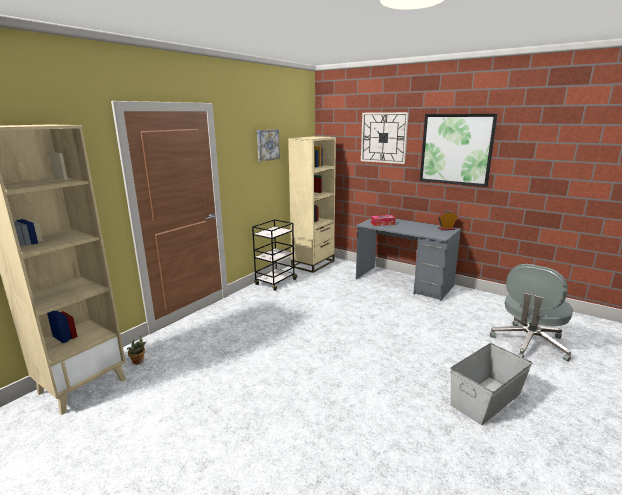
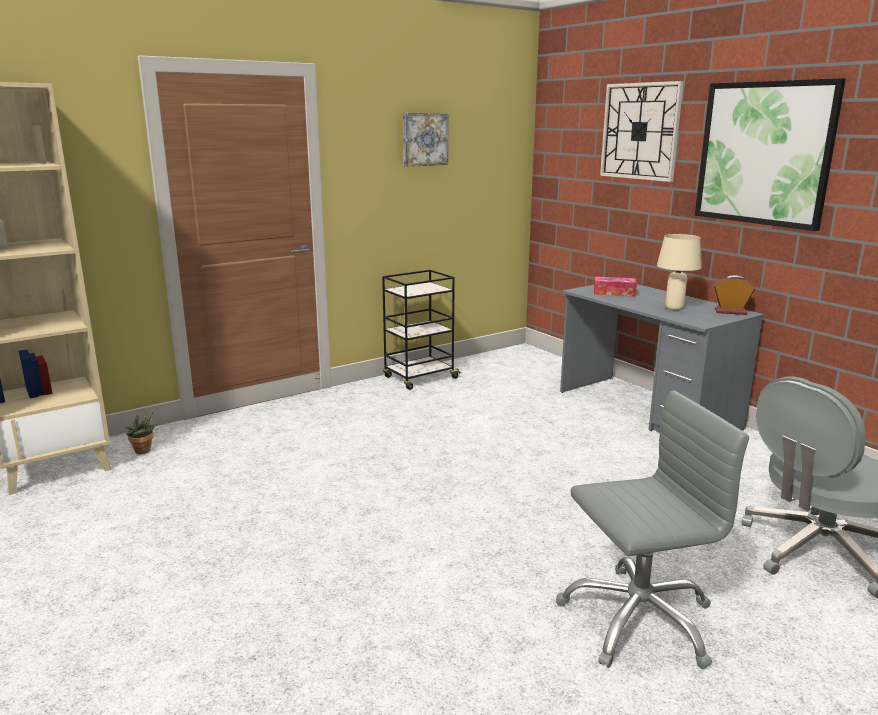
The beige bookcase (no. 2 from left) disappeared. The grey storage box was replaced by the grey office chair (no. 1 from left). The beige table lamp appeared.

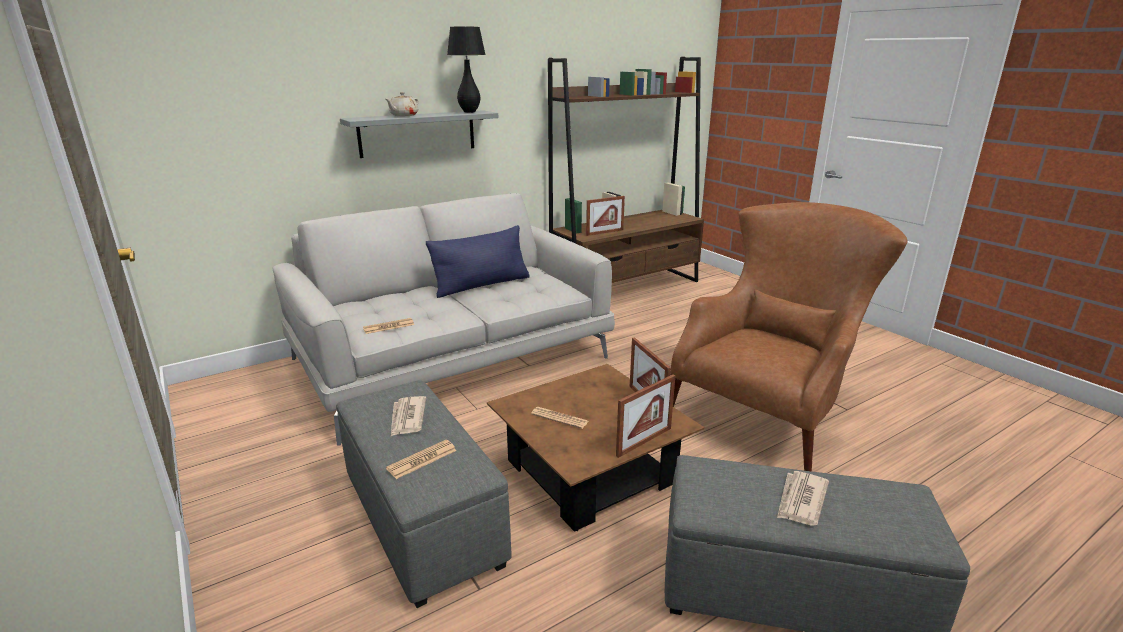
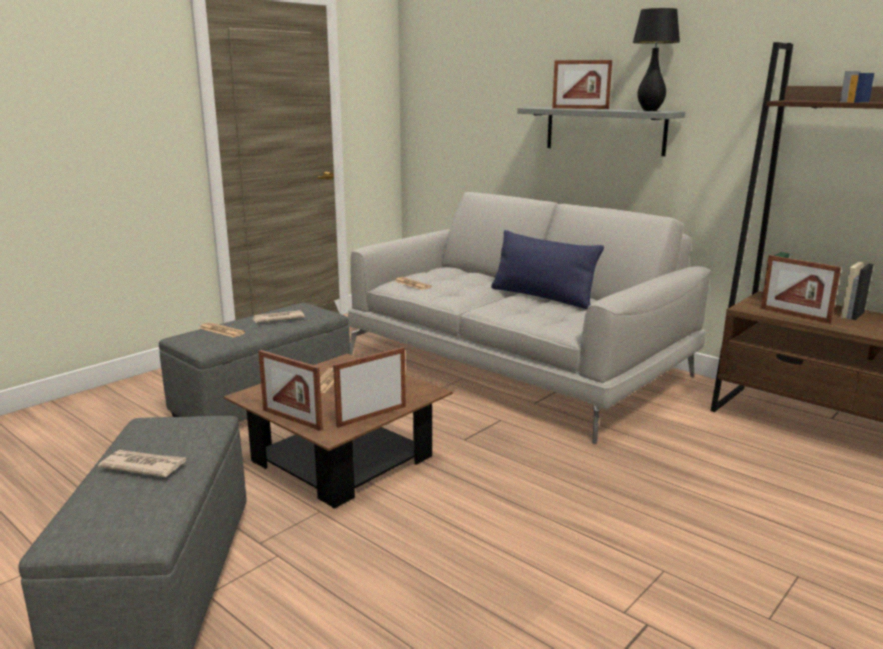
The beige teapot was replaced by the picture frame (no. 3 from left). The brown armchair disappeared.

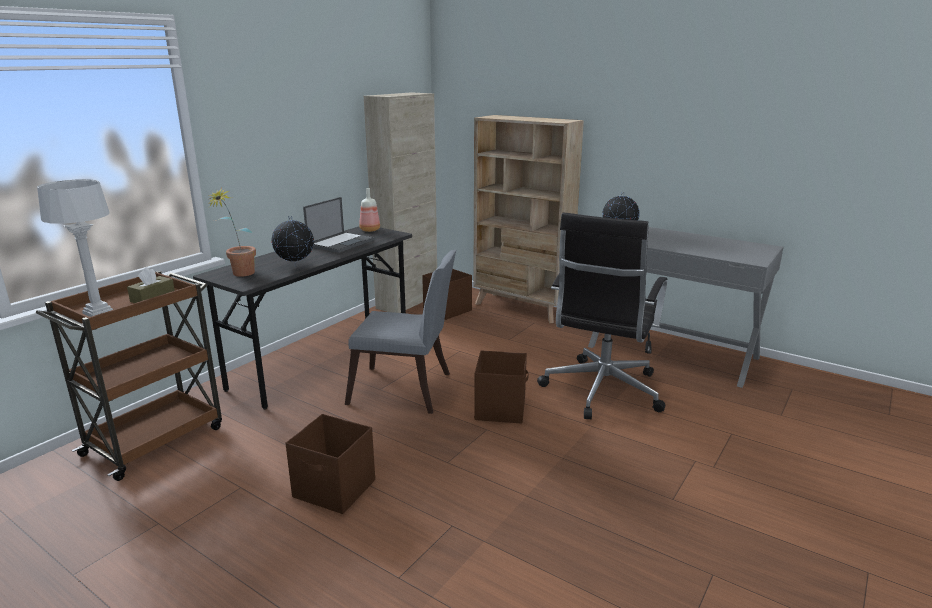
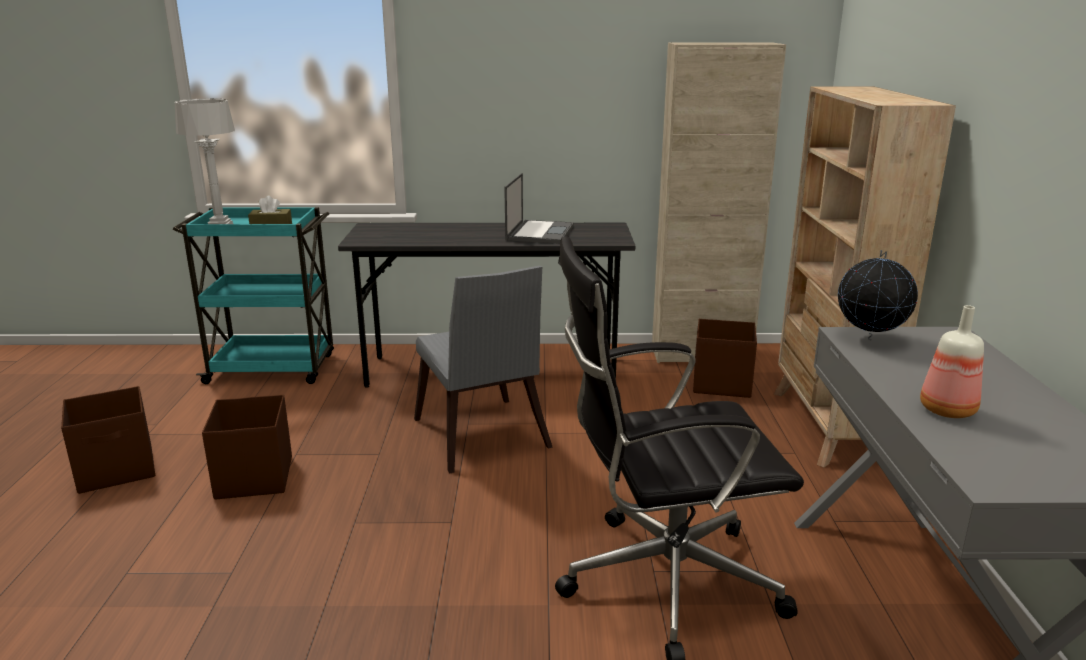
The potted plant disappeared. The bottle moved. The laptop turned 75 degrees counterclockwise. The globe (no. 1 from left) disappeared. The brown cart became the turquoise cart. The brown storage box (no. 3 from left in the first image) moved.

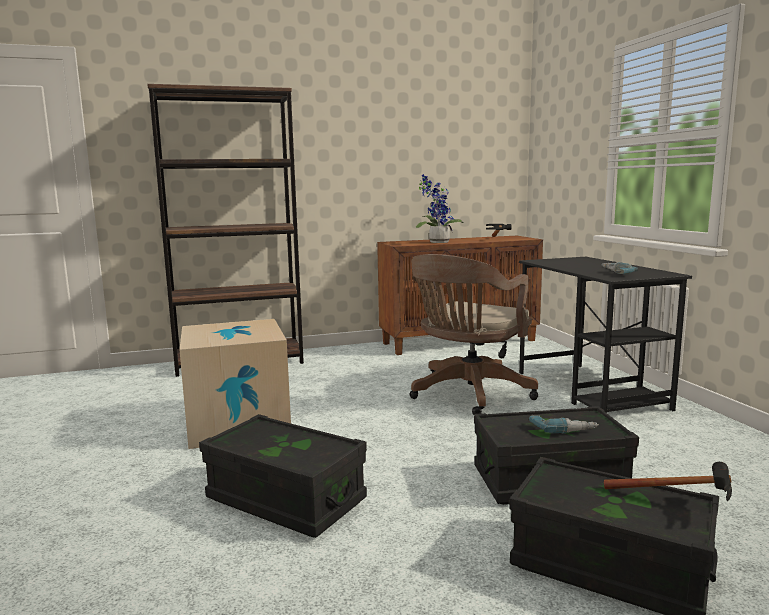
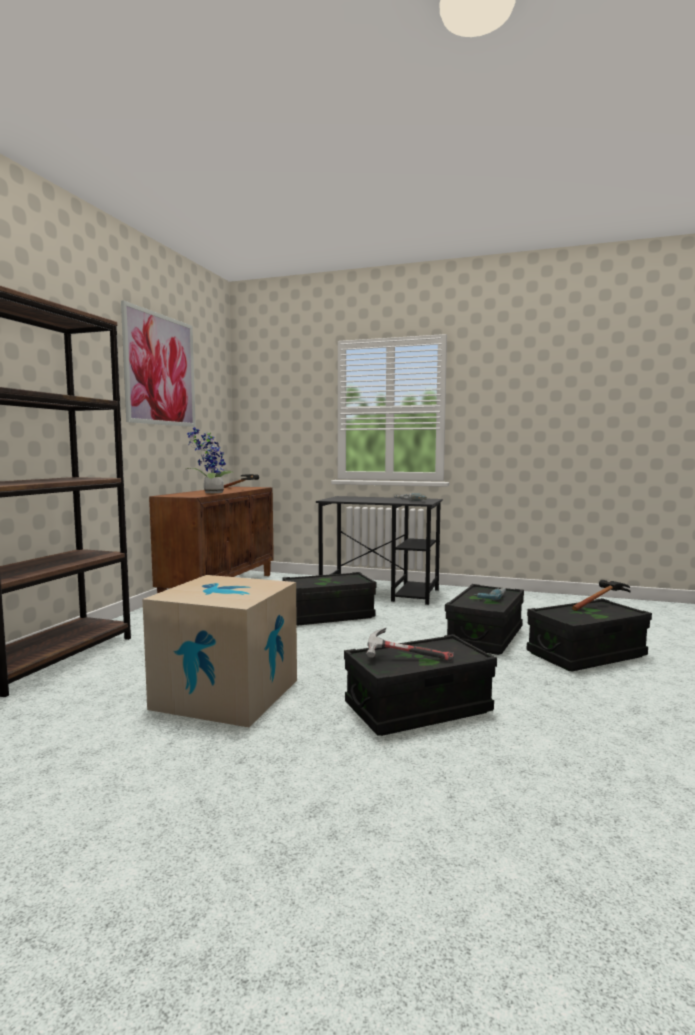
The brown office chair was replaced by the black storage box (no. 1 from left). The picture appeared. The hammer (no. 2 from left) appeared.

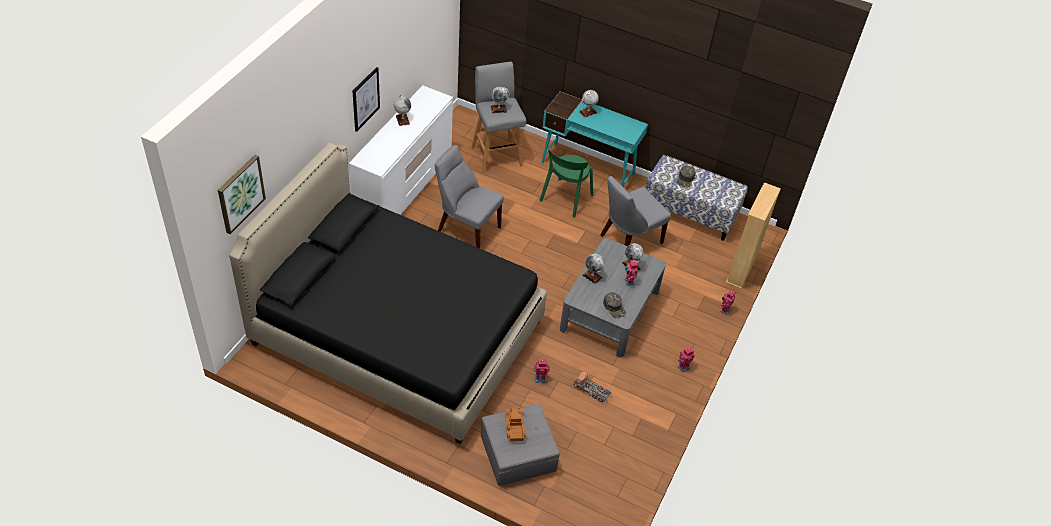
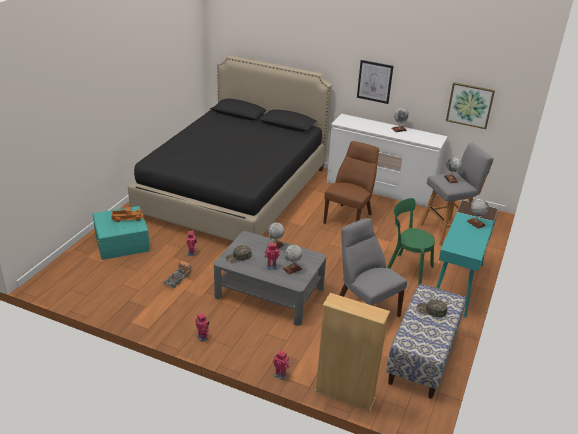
The grey chair (no. 1 from left) became the brown chair. The picture (no. 1 from left in the first image) moved. The grey storage box became the turquoise storage box.

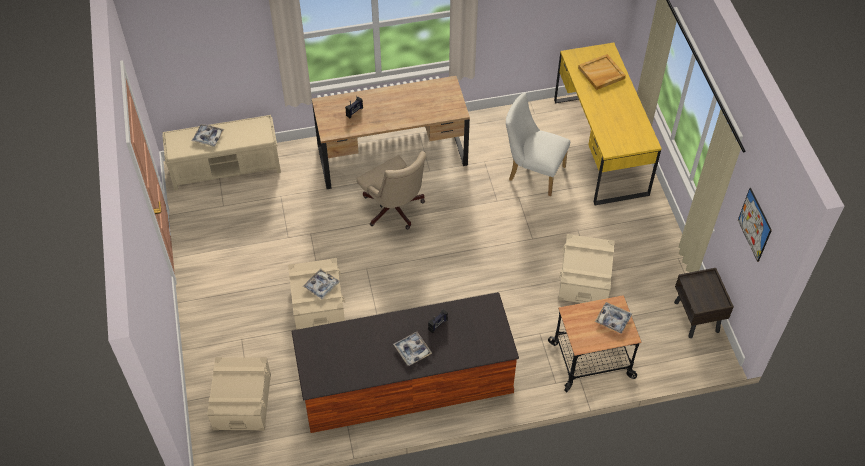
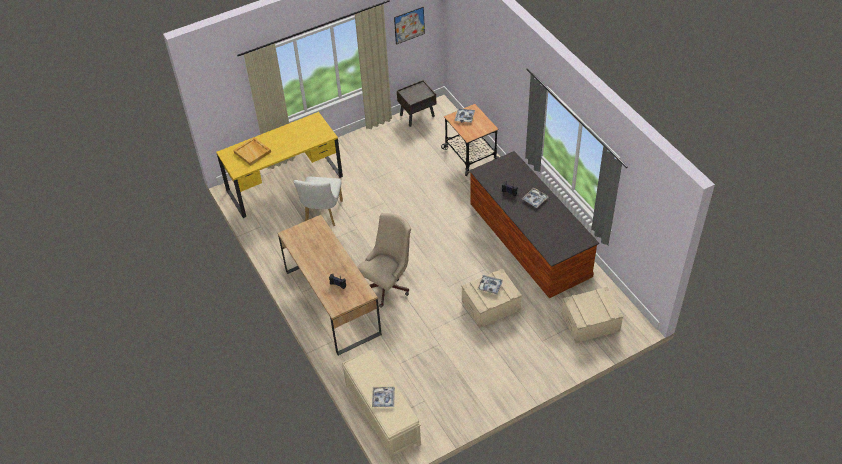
The beige storage box (no. 3 from left) disappeared.

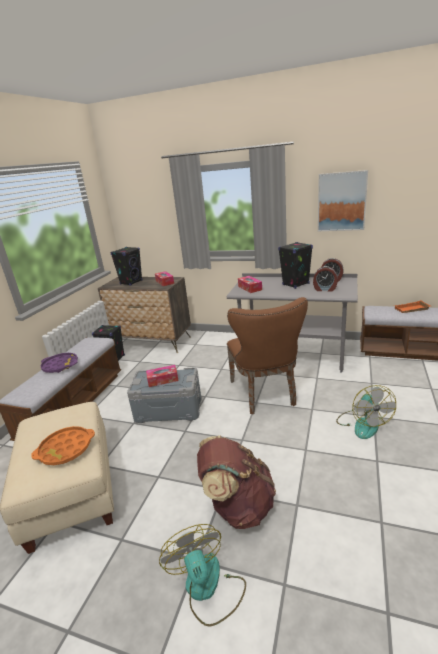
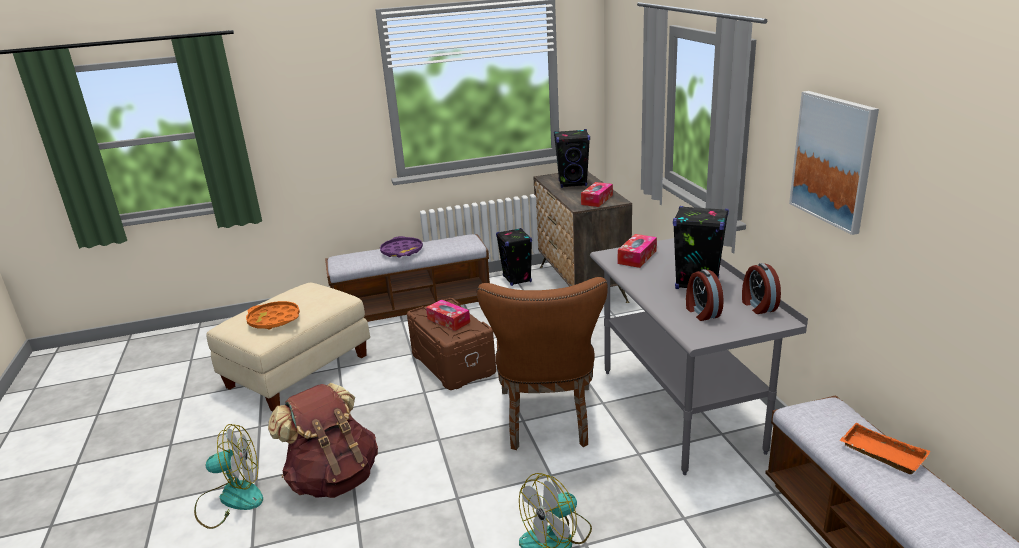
The brown chair turned 45 degrees counterclockwise. The grey storage box became the brown storage box. The fan (no. 1 from left) turned 45 degrees clockwise.

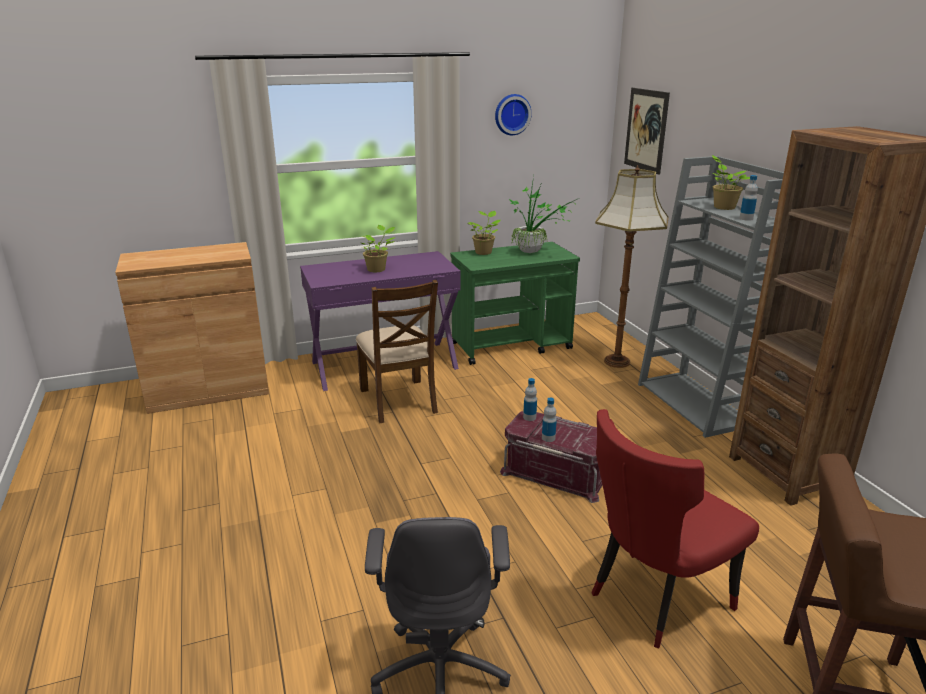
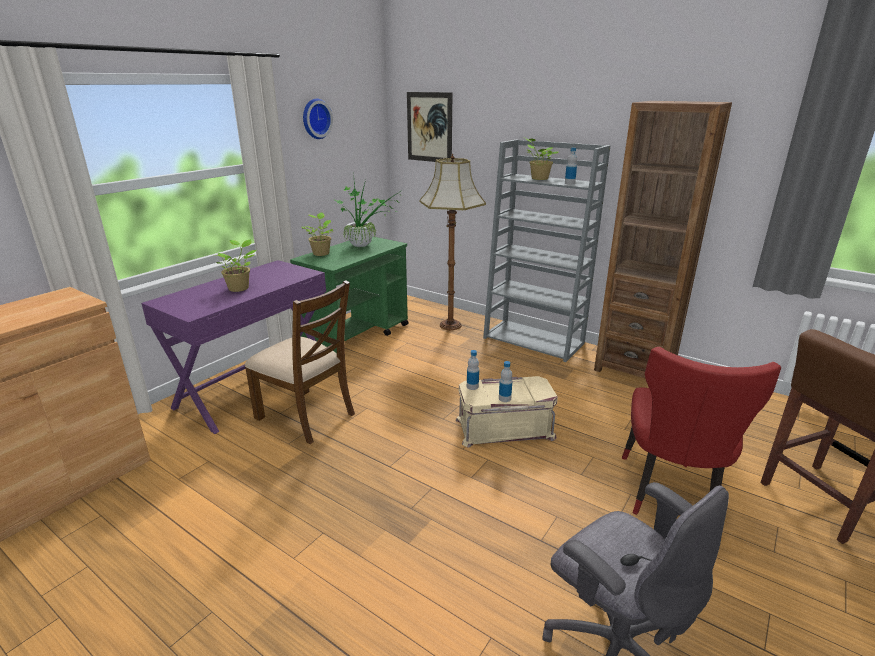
The red storage box became the beige storage box.

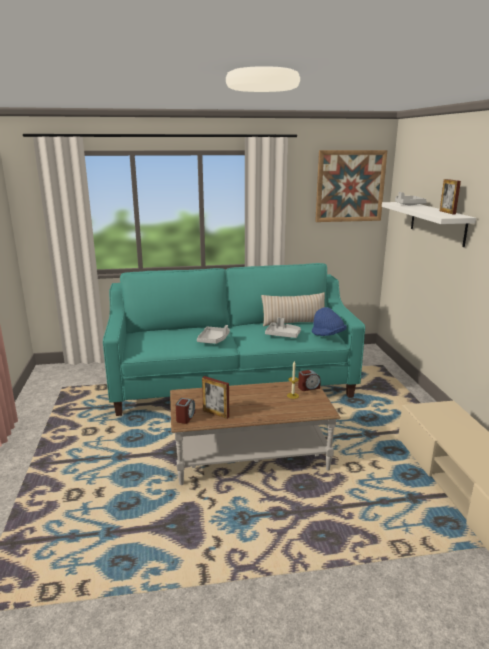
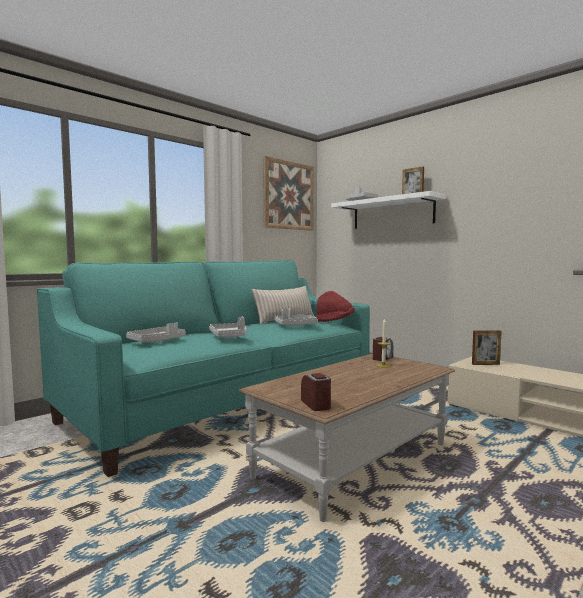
The blue hat became the red hat. The picture frame (no. 1 from left in the first image) moved. The grey tray (no. 1 from left) appeared.

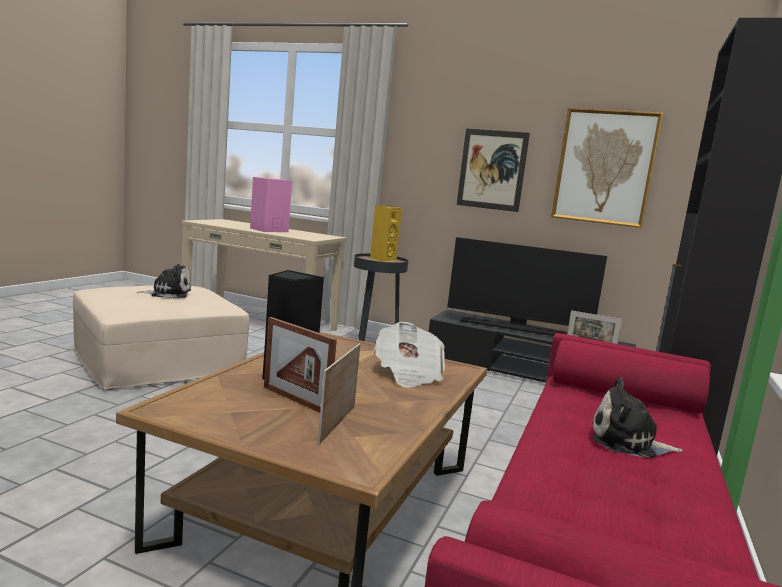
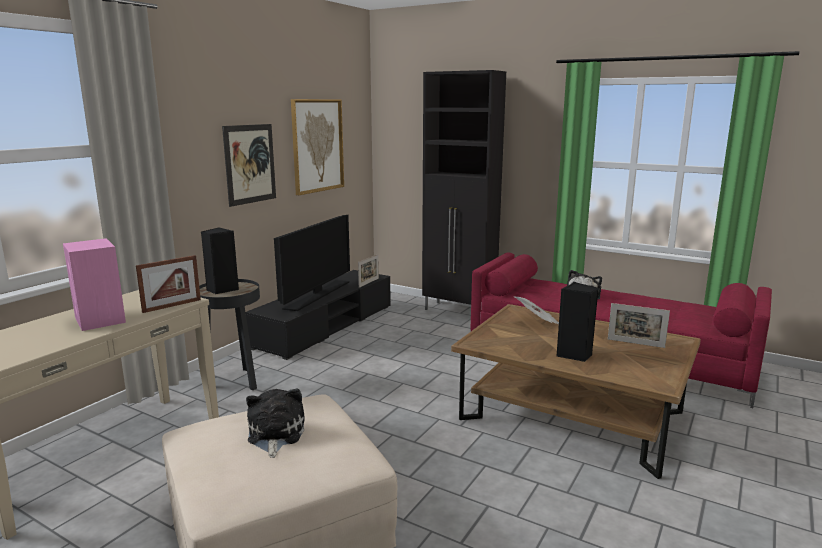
The yellow speaker became the black speaker (no. 1 from left). The picture frame (no. 1 from left) moved.

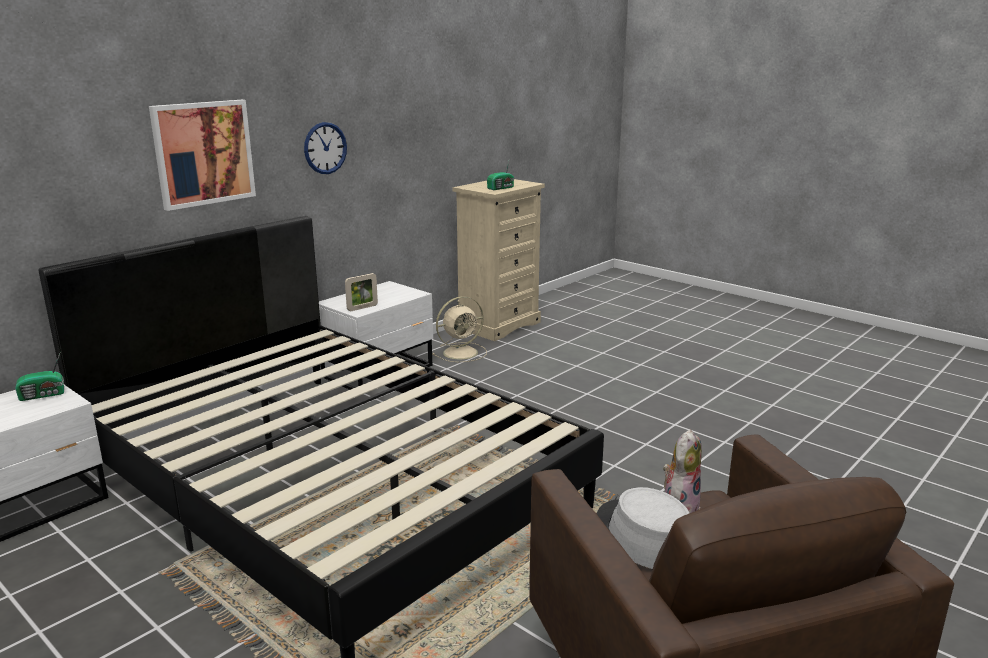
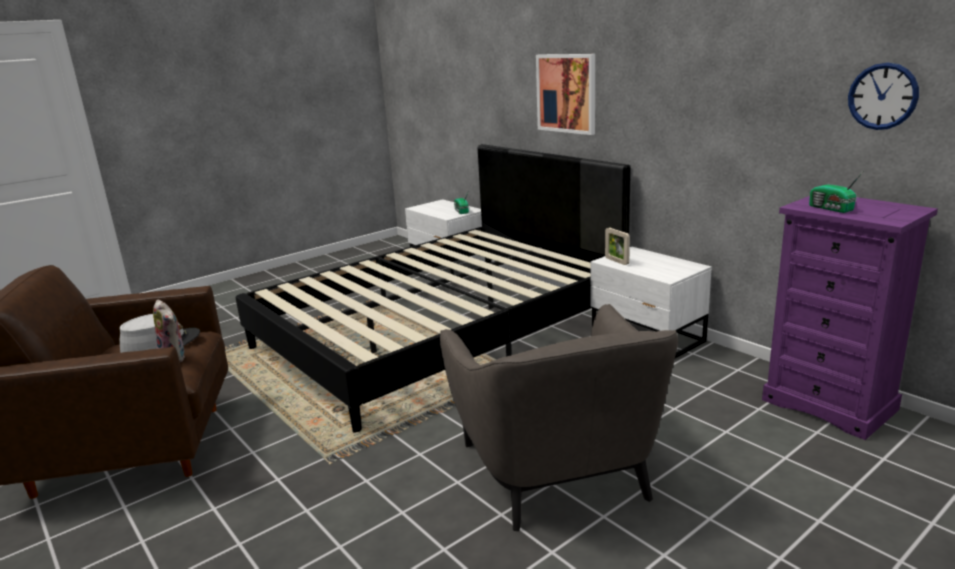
The wall clock moved. The beige dresser became the purple dresser. The beige fan disappeared. The grey armchair appeared.

